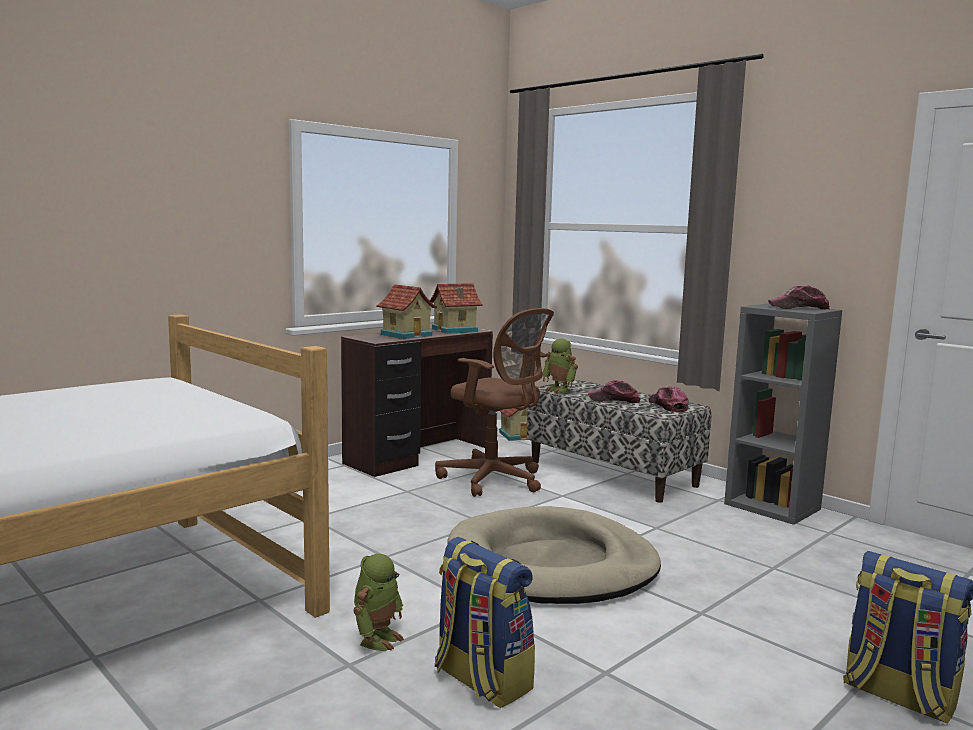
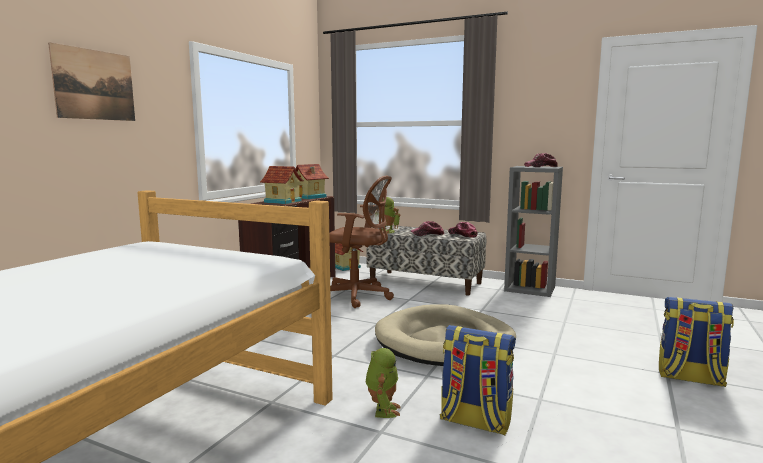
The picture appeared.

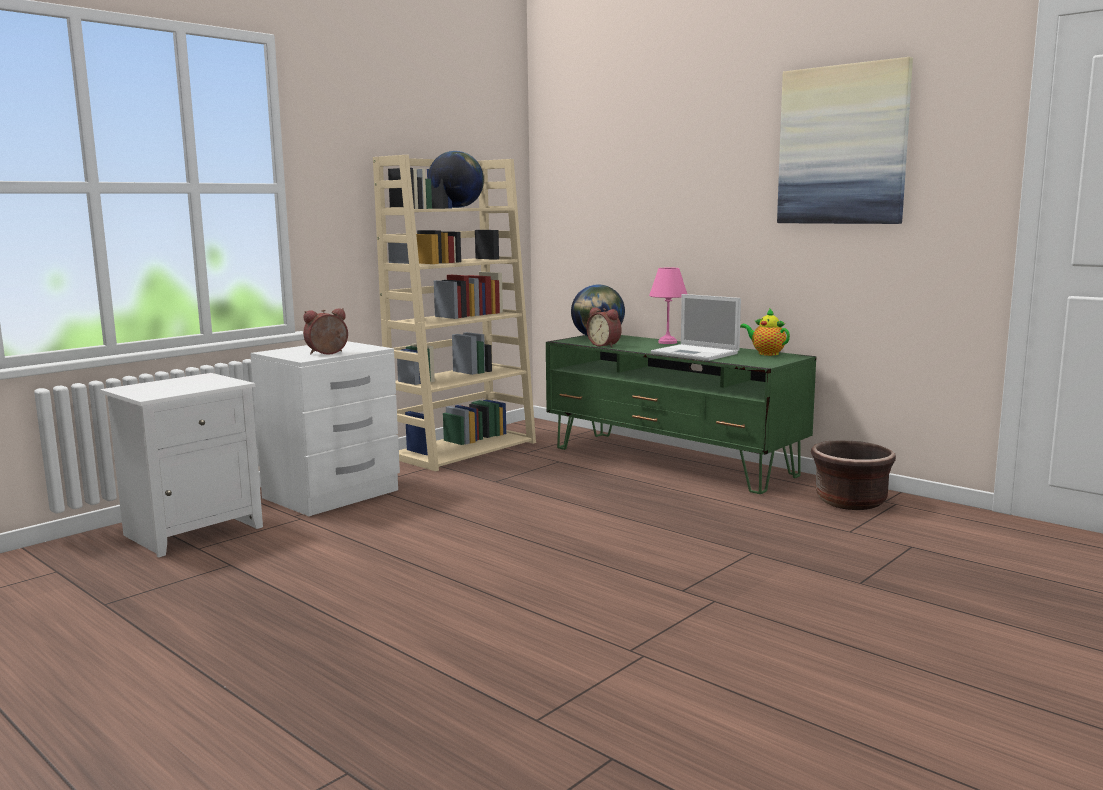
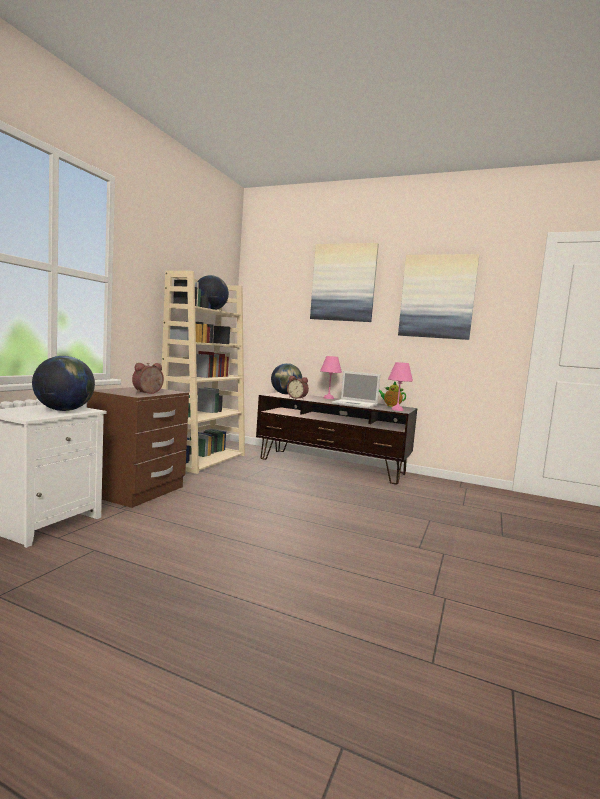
The green tv stand became the brown tv stand. The white nightstand (no. 2 from left) became the brown nightstand. The brown planter disappeared. The picture (no. 1 from left) appeared. The globe (no. 1 from left) appeared. The pink table lamp (no. 2 from left) appeared.

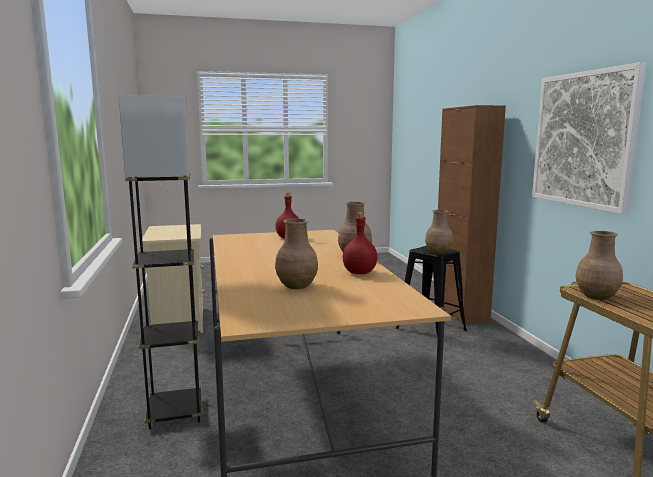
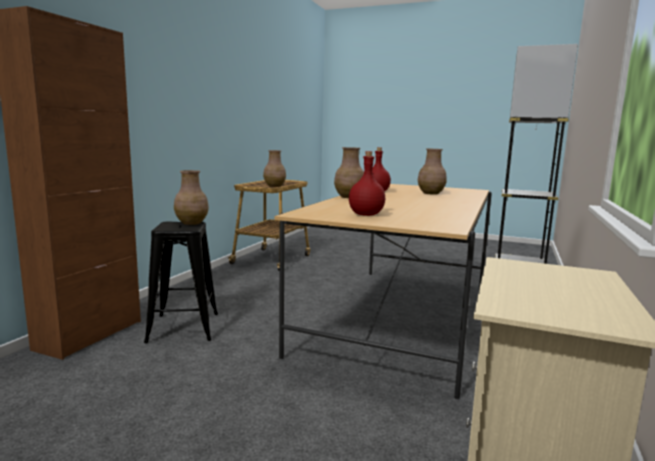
The picture disappeared.

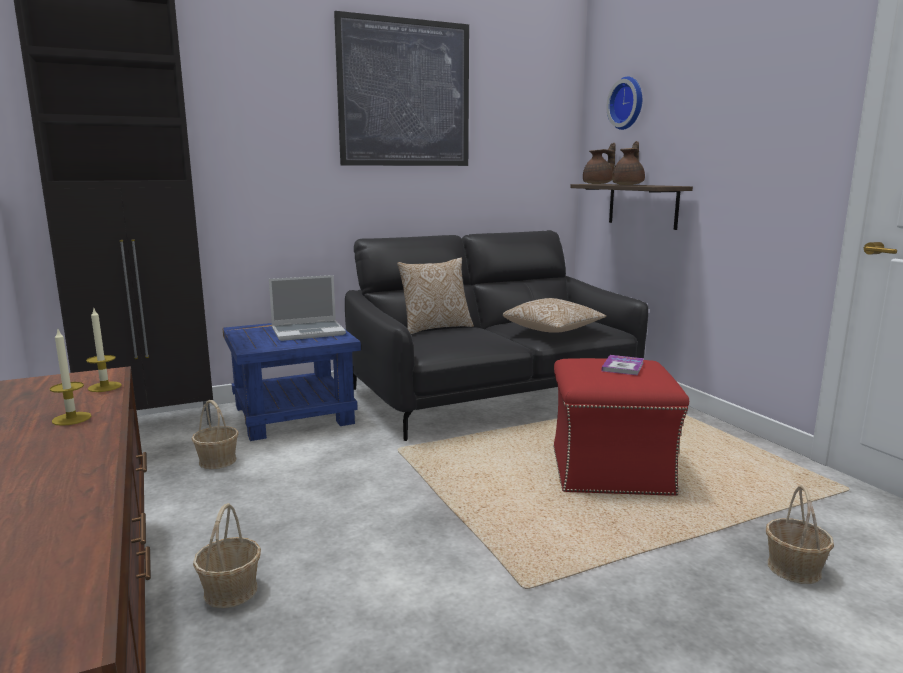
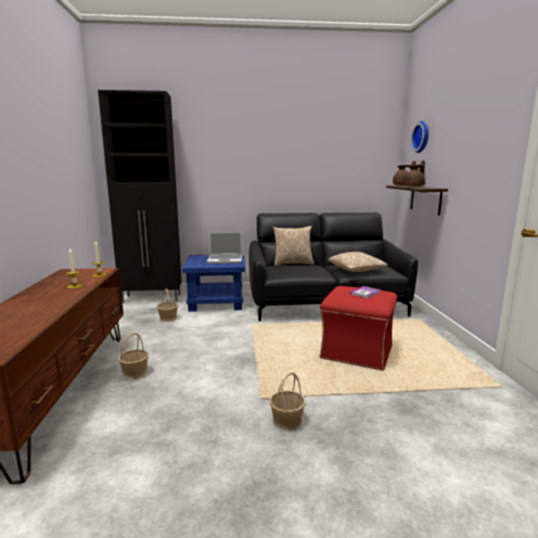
The picture disappeared. The basket (no. 3 from left) moved.

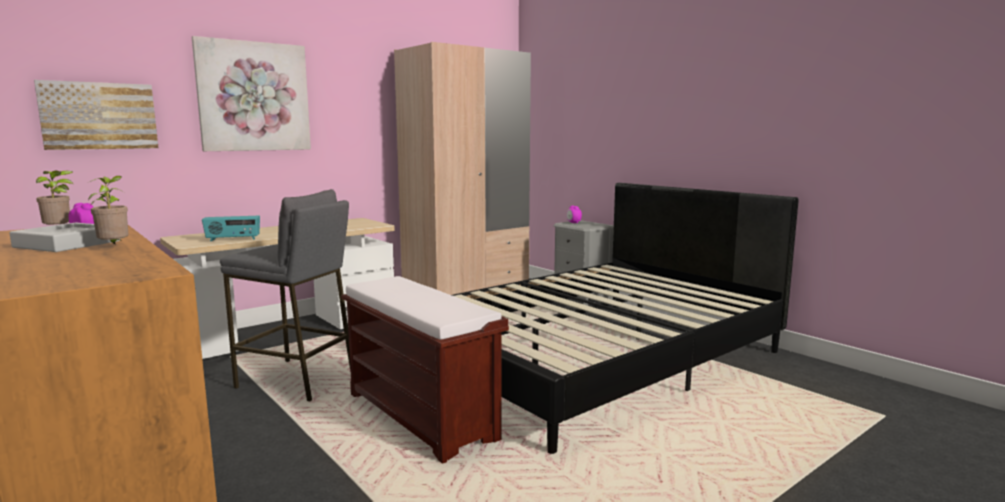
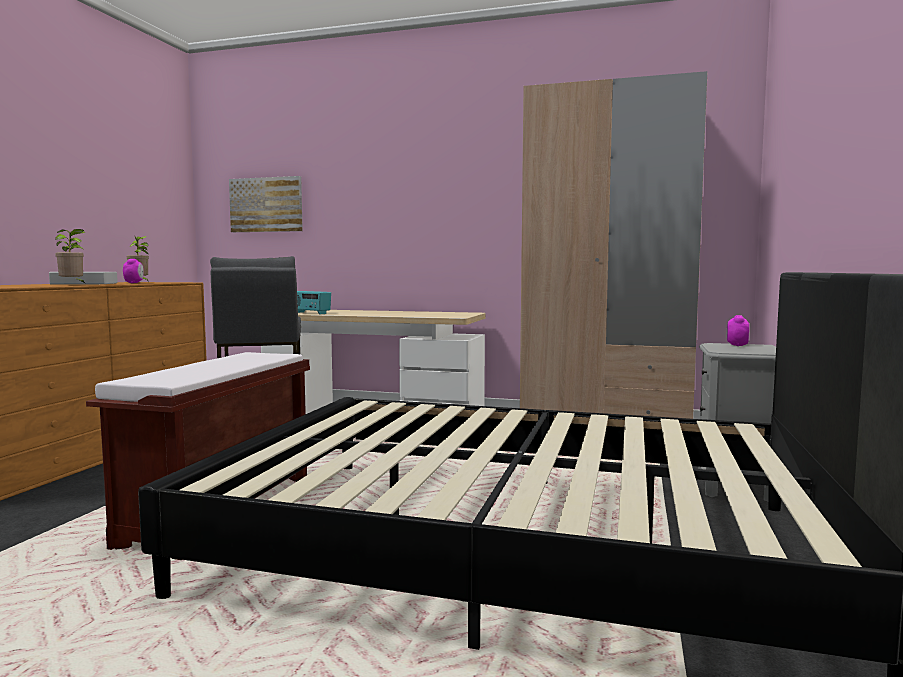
The picture (no. 2 from left) disappeared.

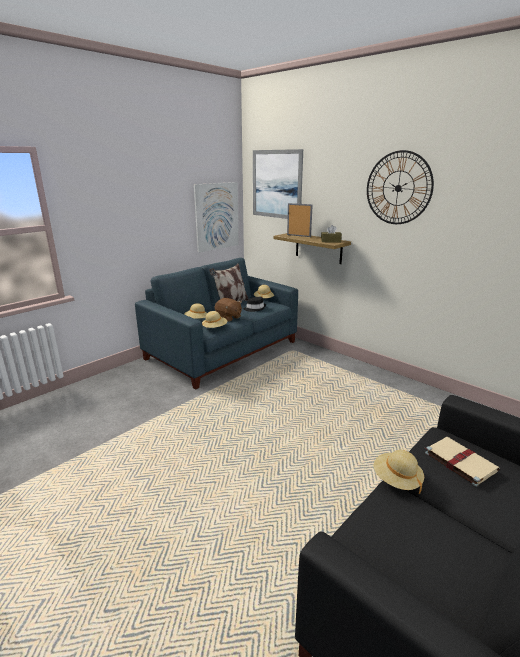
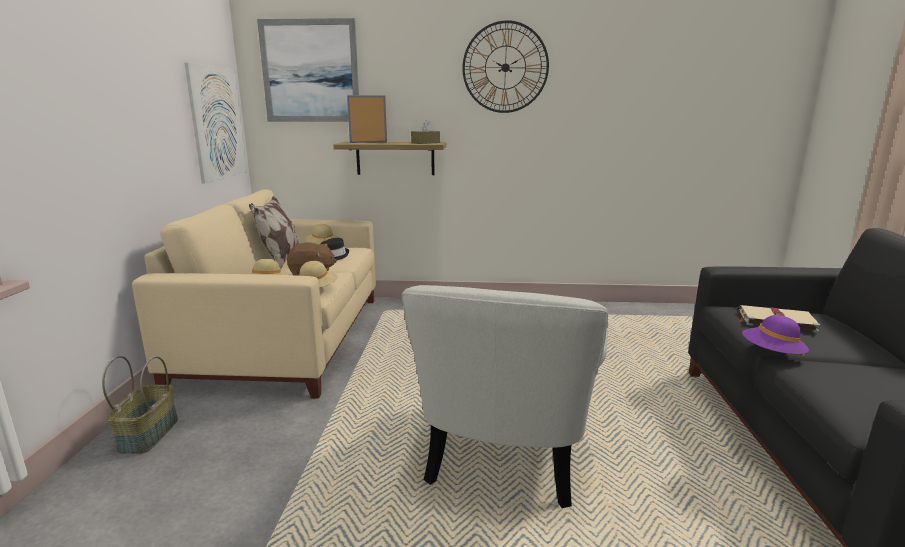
The blue sofa became the beige sofa. The beige hat (no. 4 from left) became the purple hat. The white armchair appeared. The basket appeared.

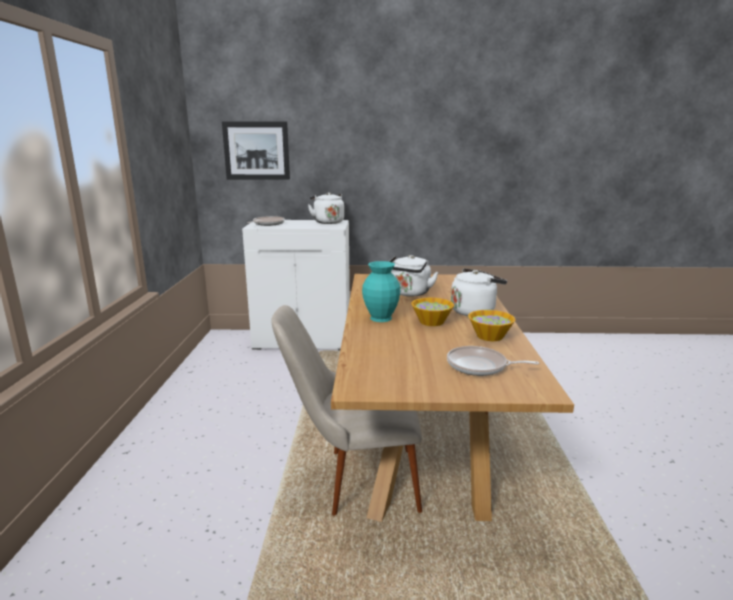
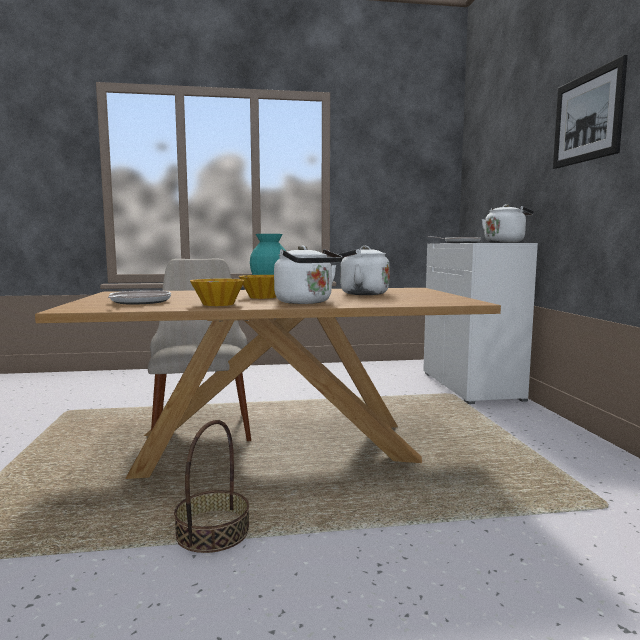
The picture moved. The basket appeared.

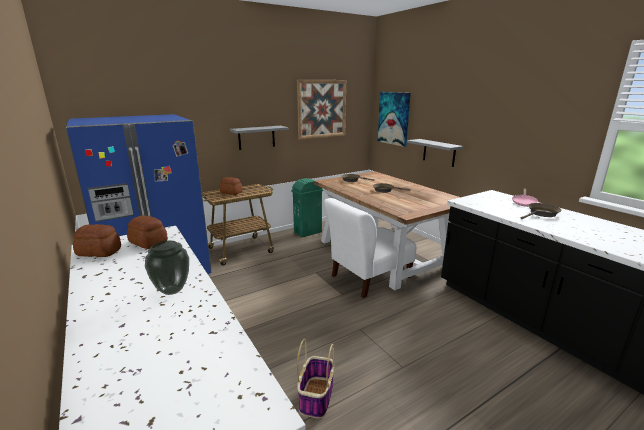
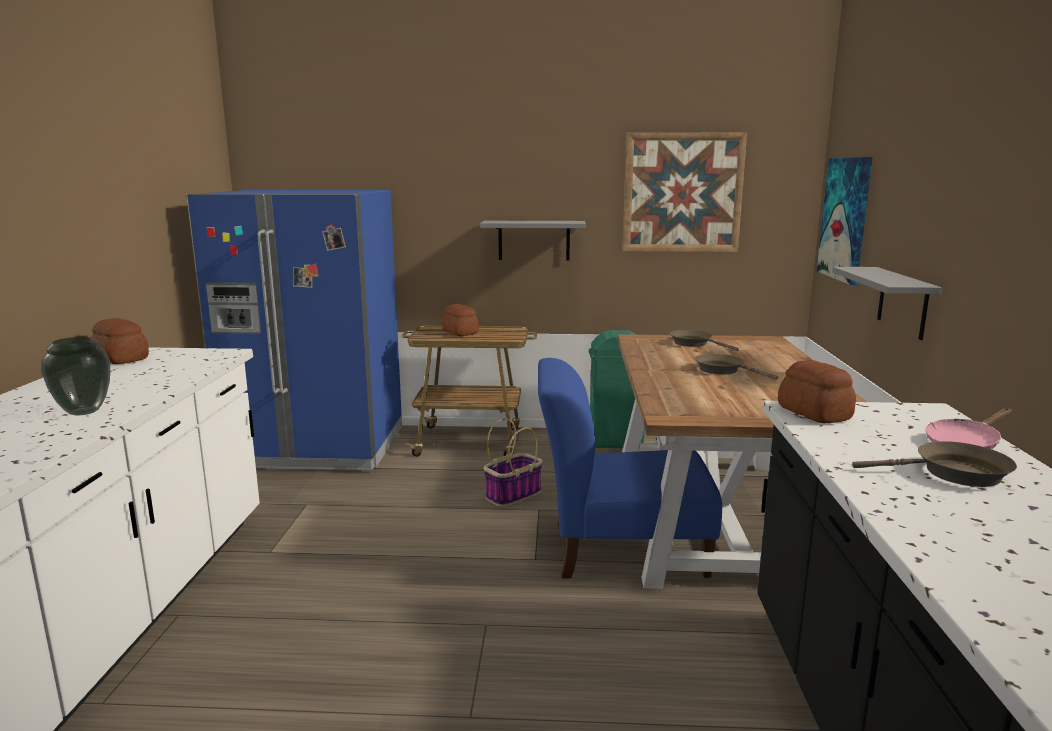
The white chair became the blue chair. The bread (no. 2 from left in the first image) moved. The basket moved.

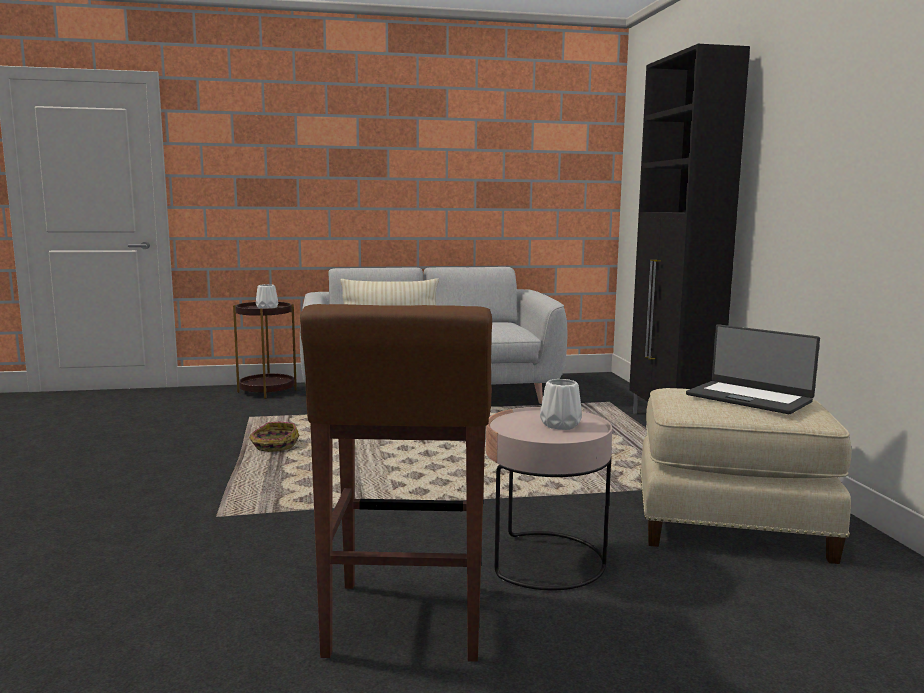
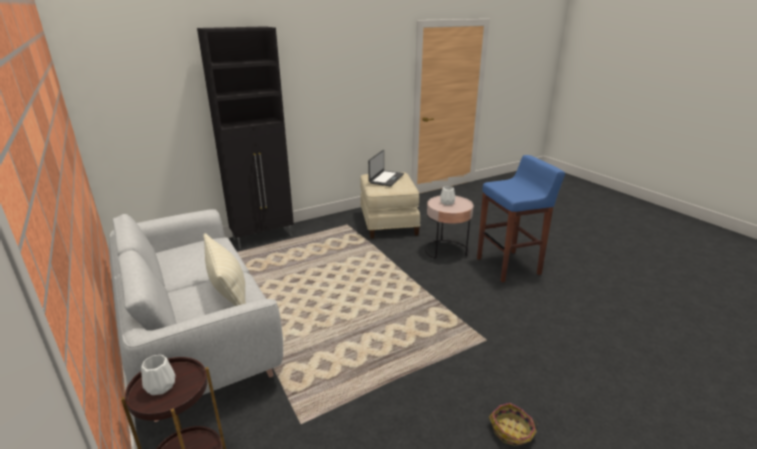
The brown stool became the blue stool. The basket moved.

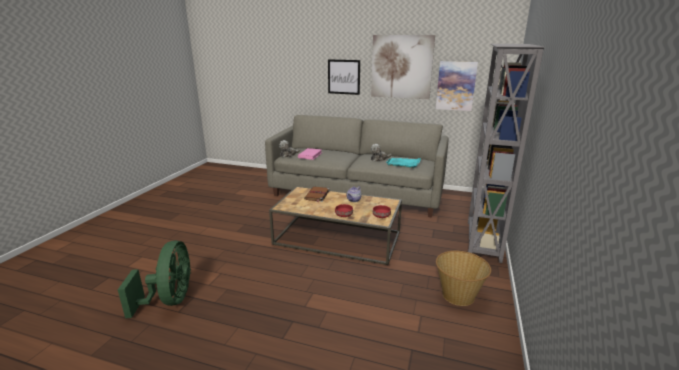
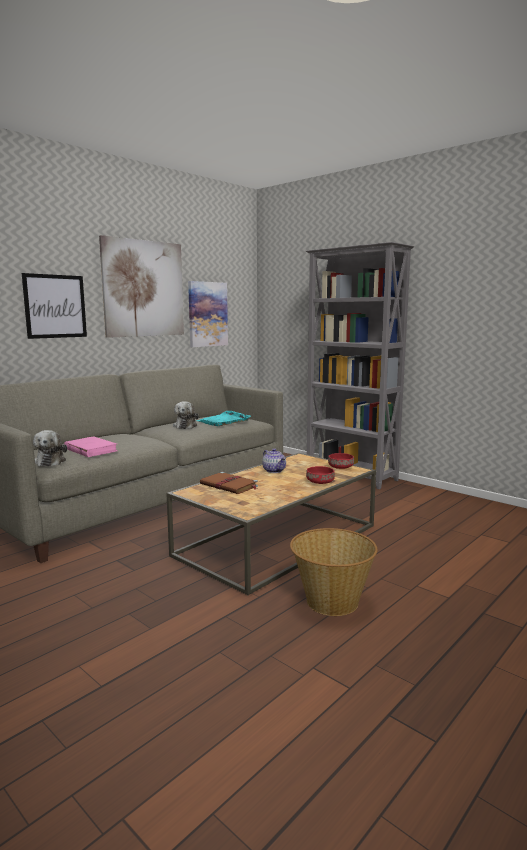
The green fan disappeared. The basket moved.

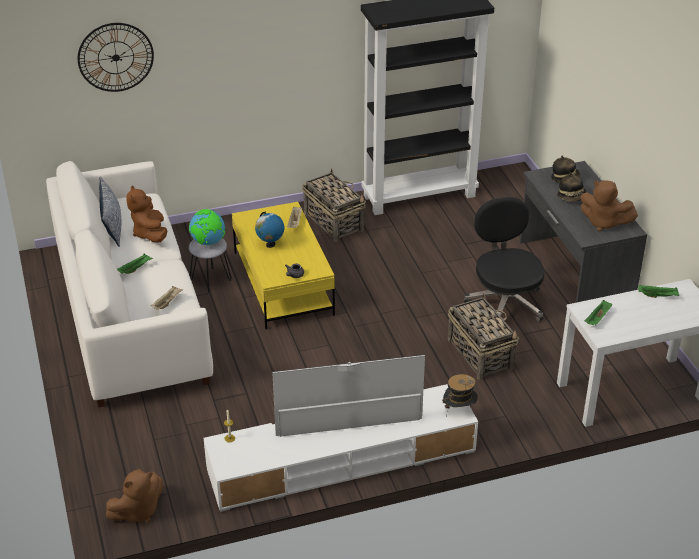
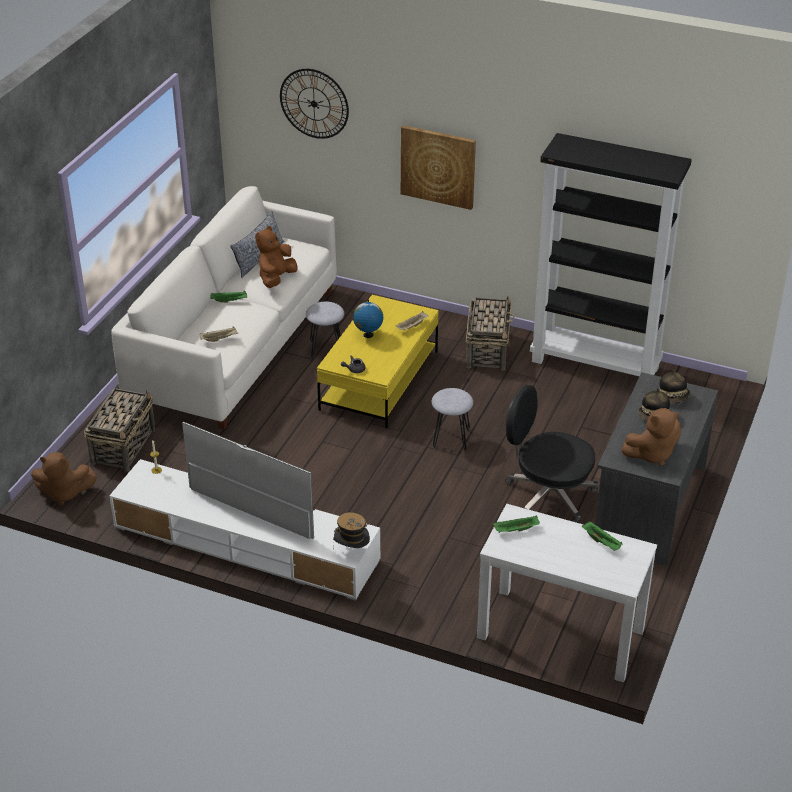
The brown plush toy (no. 3 from left) turned 90 degrees counterclockwise. The black office chair turned 90 degrees counterclockwise. The globe (no. 1 from left) disappeared. The basket (no. 2 from left in the first image) moved. The picture appeared. The grey stool (no. 2 from left) appeared.

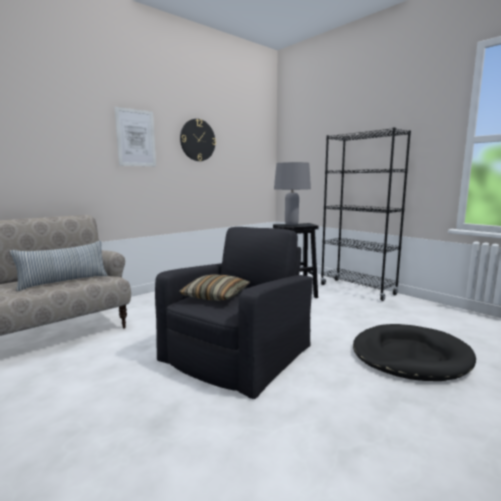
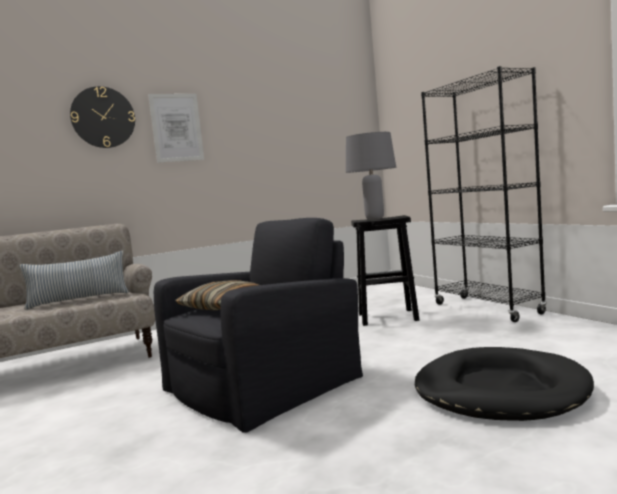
The wall clock moved.

